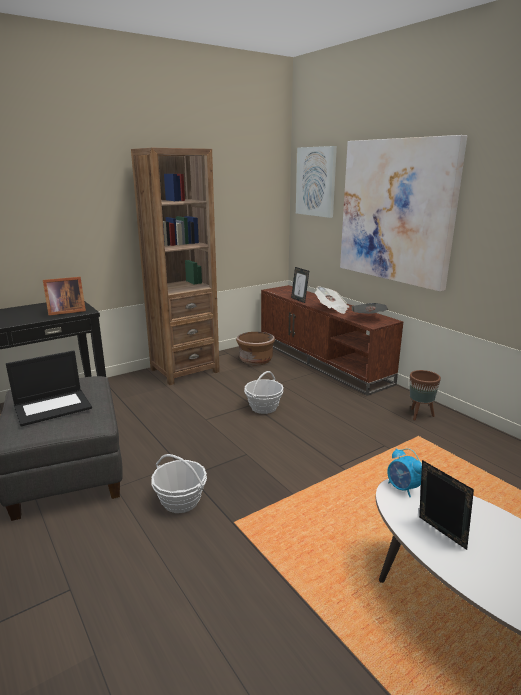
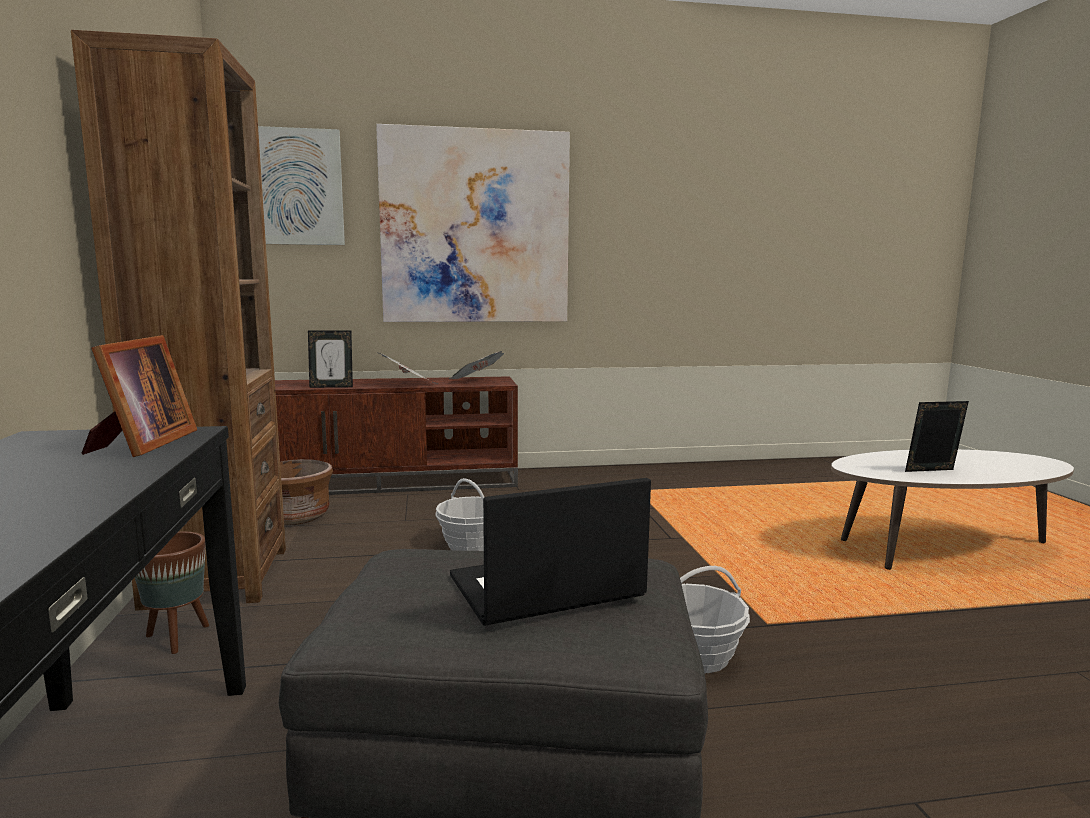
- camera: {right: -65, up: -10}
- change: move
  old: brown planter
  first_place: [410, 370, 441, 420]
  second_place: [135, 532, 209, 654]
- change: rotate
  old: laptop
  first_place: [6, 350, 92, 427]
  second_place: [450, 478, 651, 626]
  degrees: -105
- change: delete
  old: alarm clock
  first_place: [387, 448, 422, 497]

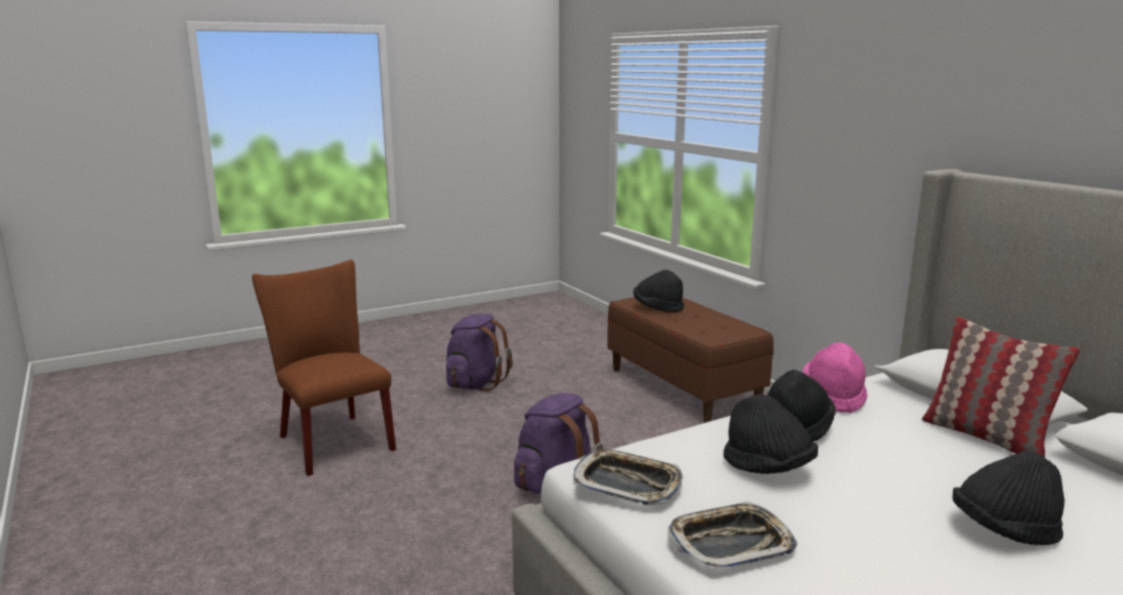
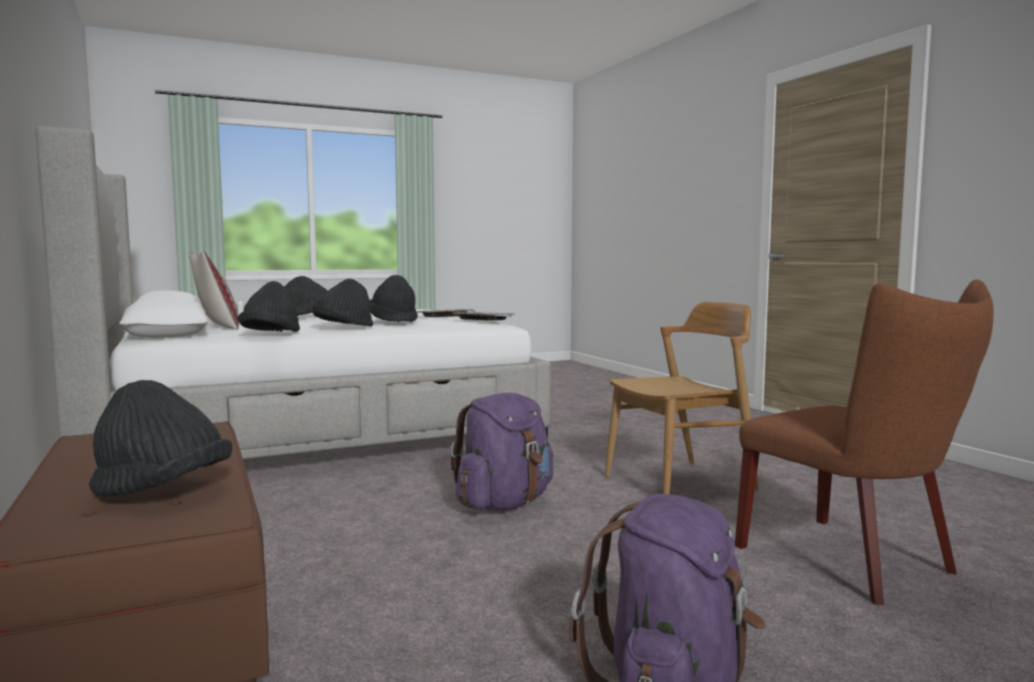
- camera: {right: -175, up: -10}
- change: recolor
  old: pink hat
  new: black hat
  first_place: [802, 343, 868, 413]
  second_place: [237, 281, 300, 332]
- change: insert
  new: brown chair
  second_place: [605, 302, 759, 494]

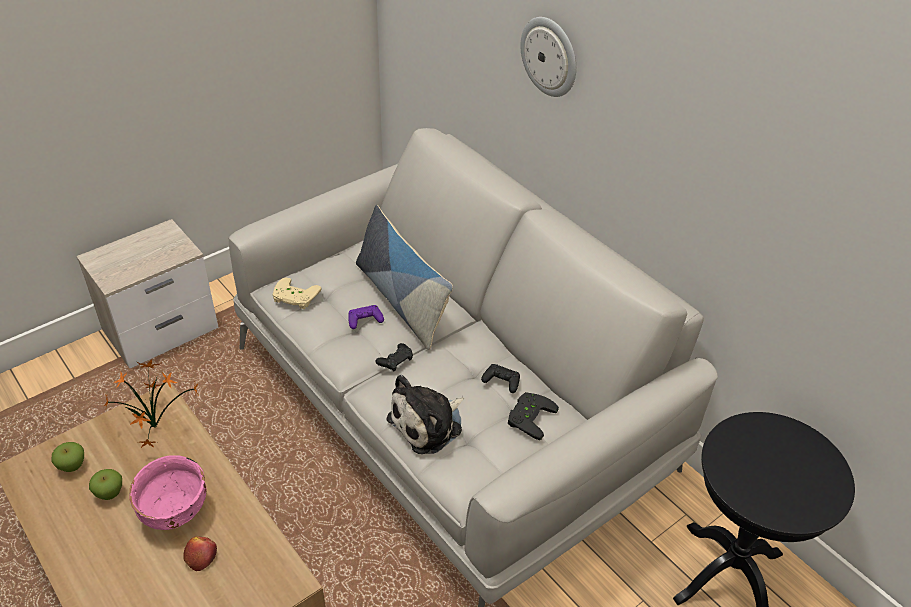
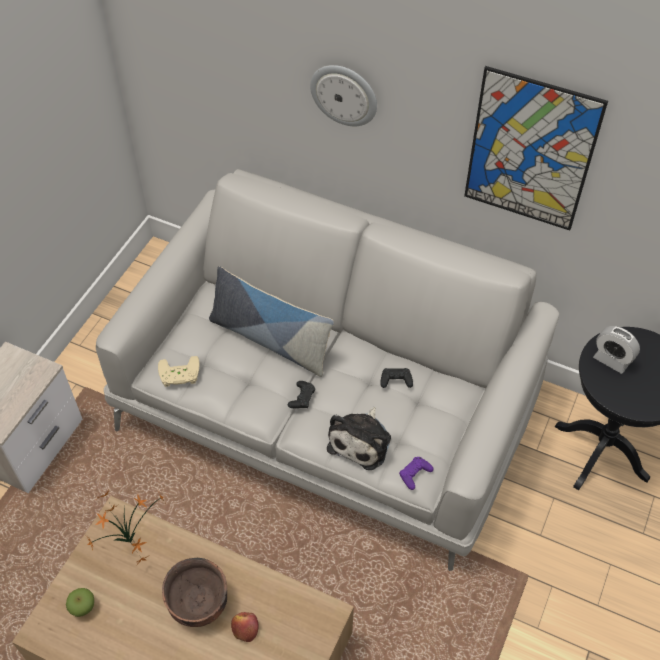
- camera: {right: -25, up: 10}
- change: recolor
  old: pink bowl
  new: brown bowl
  first_place: [129, 455, 207, 530]
  second_place: [162, 558, 227, 627]
- change: move
  old: purple game controller
  first_place: [348, 305, 384, 329]
  second_place: [399, 457, 433, 490]
- change: insert
  new: picture
  second_place: [464, 66, 608, 230]
- change: insert
  new: alarm clock
  second_place: [593, 326, 640, 374]
- change: delete
  old: apple
  first_place: [89, 469, 122, 500]
- change: delete
  old: black game controller
  first_place: [508, 392, 559, 440]

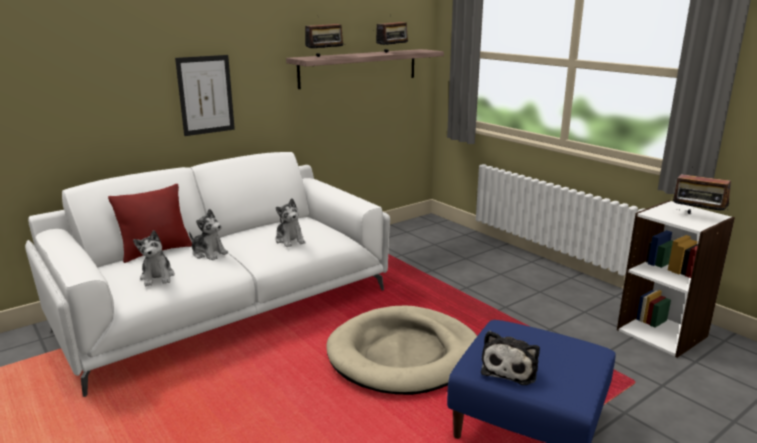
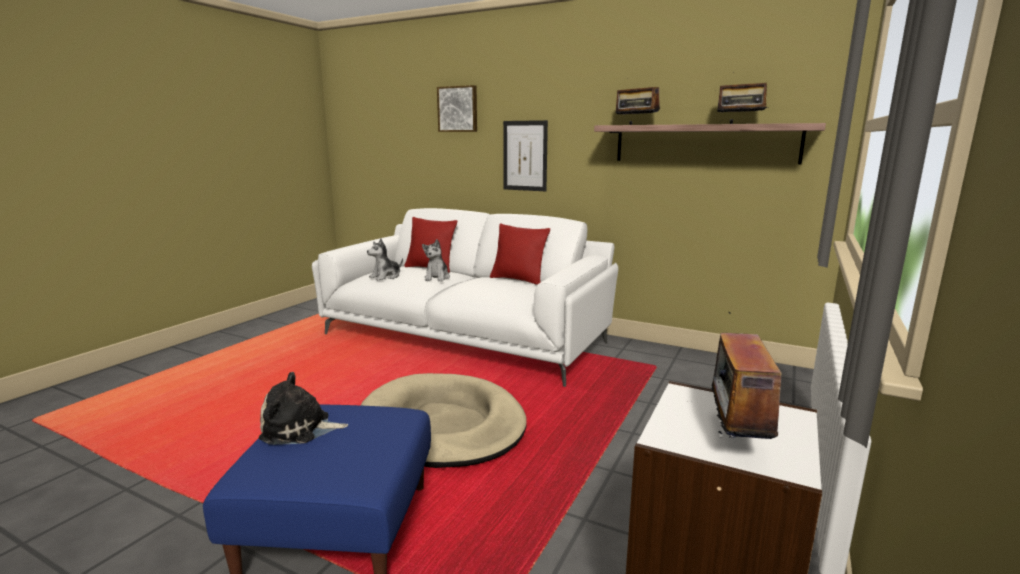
- camera: {right: 65, up: -5}
- change: insert
  new: picture
  second_place: [437, 85, 477, 132]
- change: insert
  new: red pillow
  second_place: [490, 223, 550, 285]
- change: delete
  old: plush toy
  first_place: [275, 198, 306, 247]

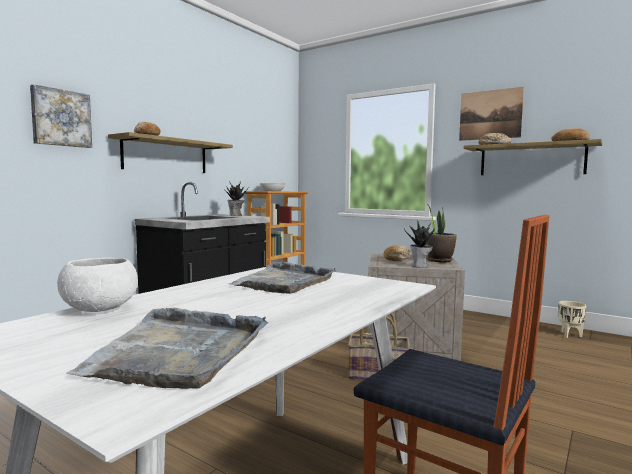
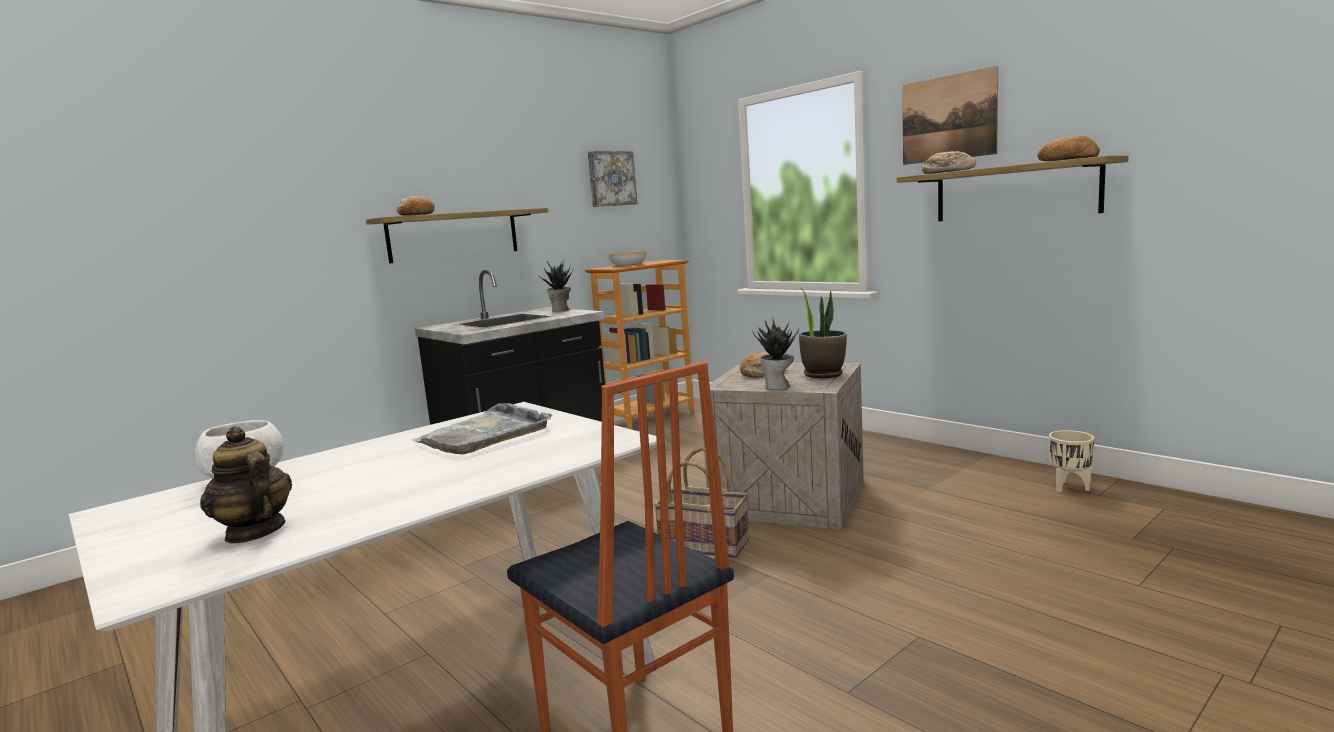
- camera: {right: 15, up: 5}
- change: replace
  old: grey tray
  new: teapot
  first_place: [66, 308, 268, 389]
  second_place: [200, 426, 292, 544]
- change: move
  old: picture
  first_place: [30, 84, 92, 148]
  second_place: [588, 151, 637, 207]

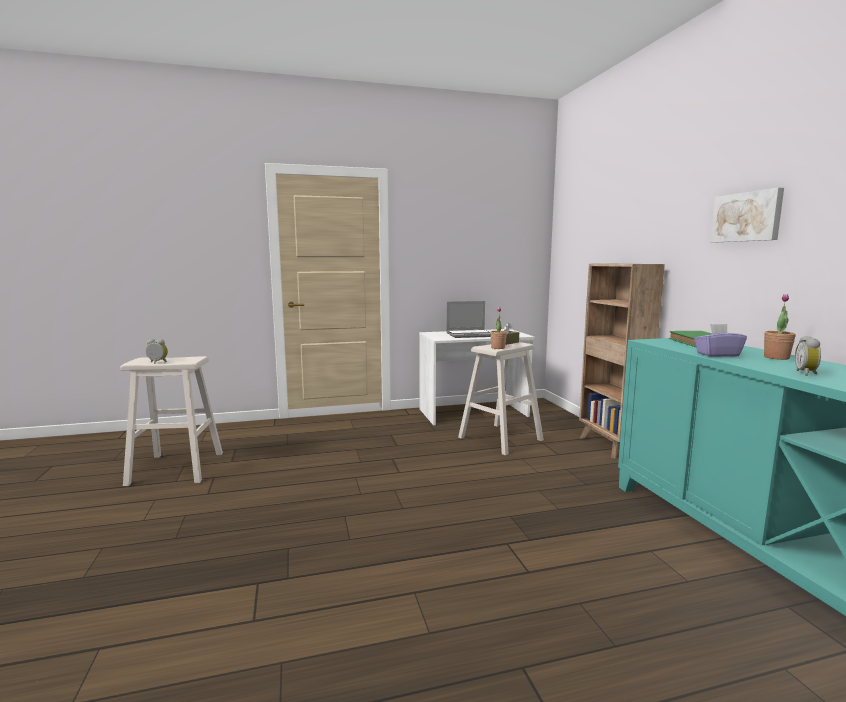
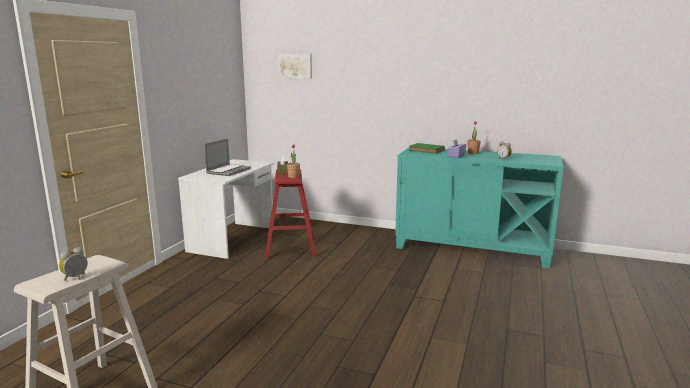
- camera: {right: -55, up: 5}
- change: recolor
  old: beige stool
  new: red stool
  first_place: [458, 342, 544, 456]
  second_place: [265, 169, 317, 259]
- change: move
  old: picture
  first_place: [710, 187, 784, 242]
  second_place: [277, 54, 312, 79]
- change: delete
  old: brown bookcase
  first_place: [579, 264, 665, 459]

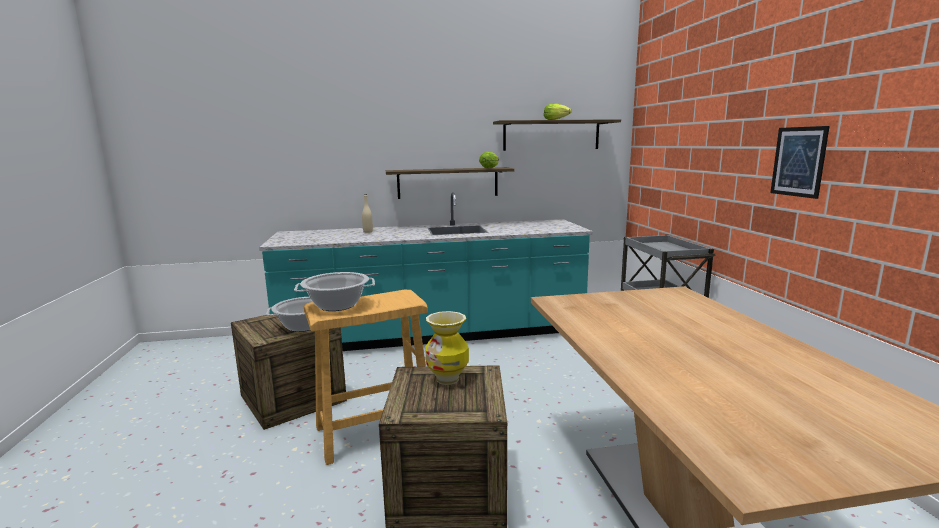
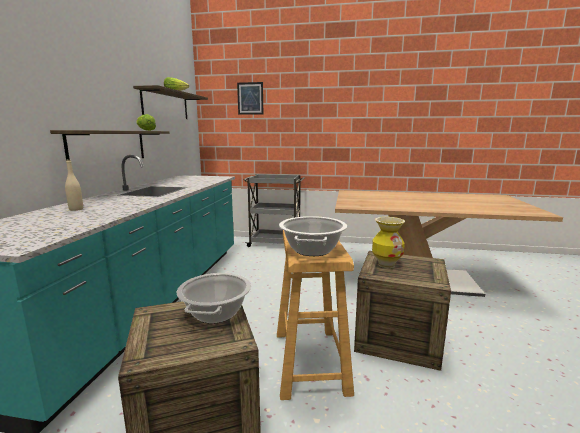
- camera: {right: -70, up: 0}
- change: move
  old: picture
  first_place: [770, 126, 830, 199]
  second_place: [237, 82, 263, 115]

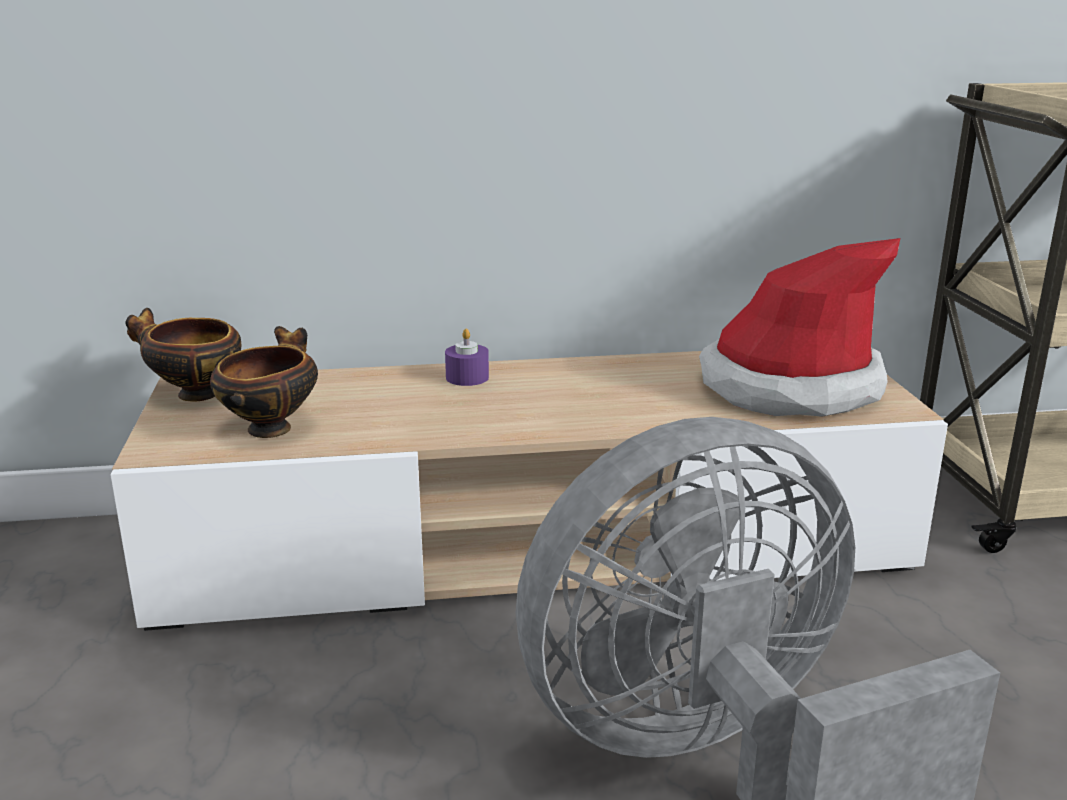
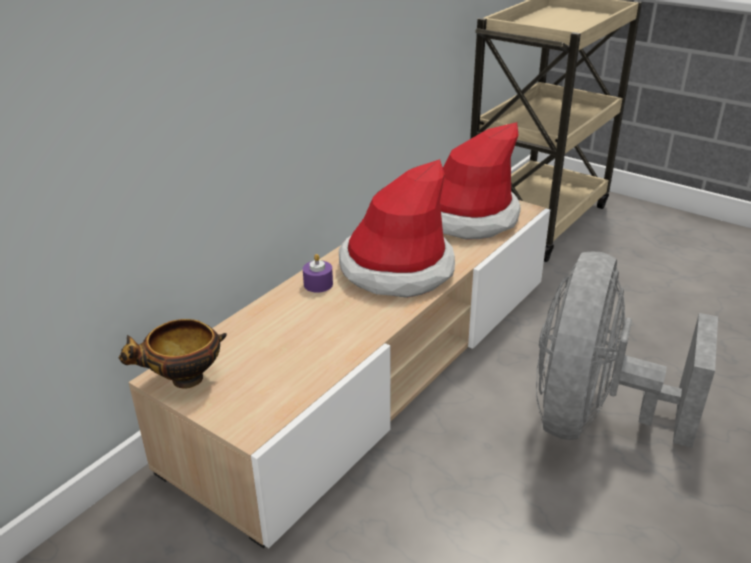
- camera: {right: -45, up: 10}
- change: insert
  new: hat
  second_place: [339, 159, 455, 298]
- change: delete
  old: bowl
  first_place: [210, 326, 318, 438]

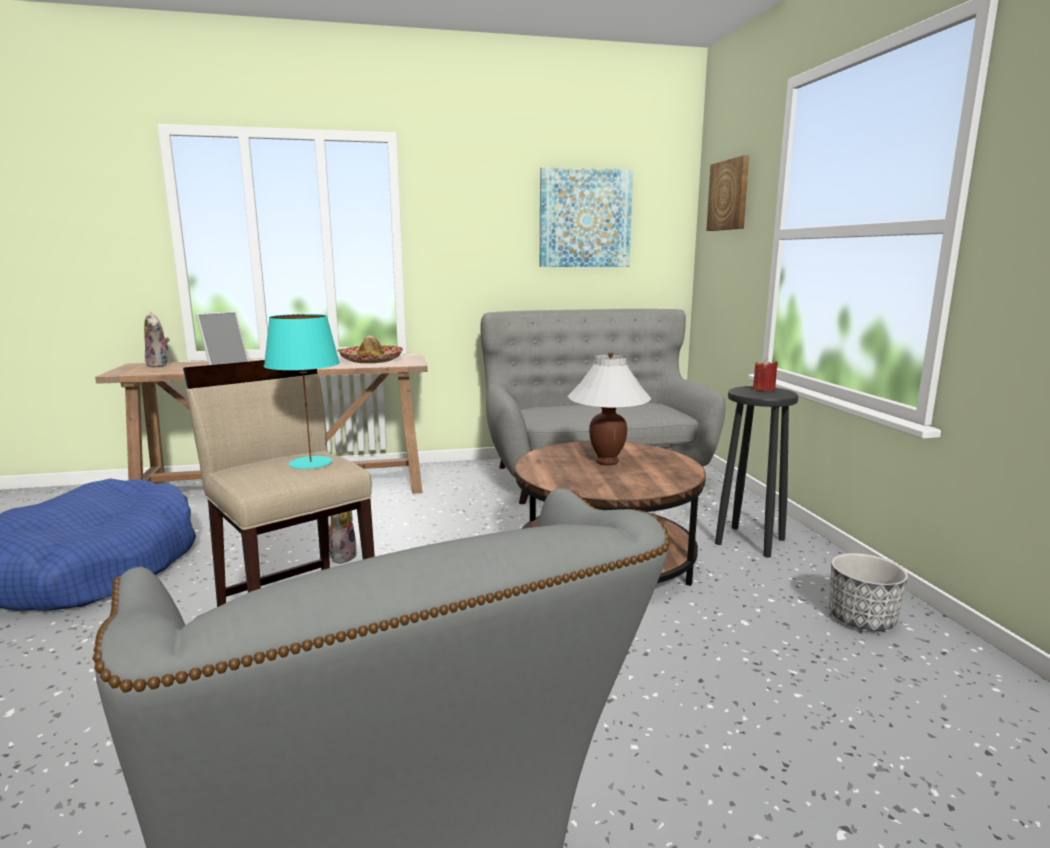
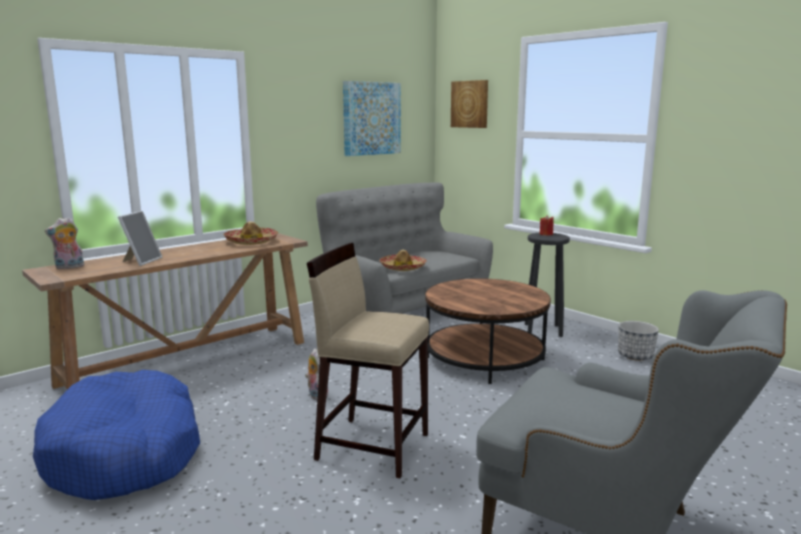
- camera: {right: -30, up: 0}
- change: rotate
  old: plush toy
  first_place: [144, 312, 170, 367]
  second_place: [45, 217, 84, 269]
  degrees: 120
- change: insert
  new: hat
  second_place: [379, 250, 427, 271]
- change: delete
  old: turquoise table lamp
  first_place: [264, 314, 340, 469]
- change: delete
  old: white table lamp
  first_place: [568, 352, 652, 466]

